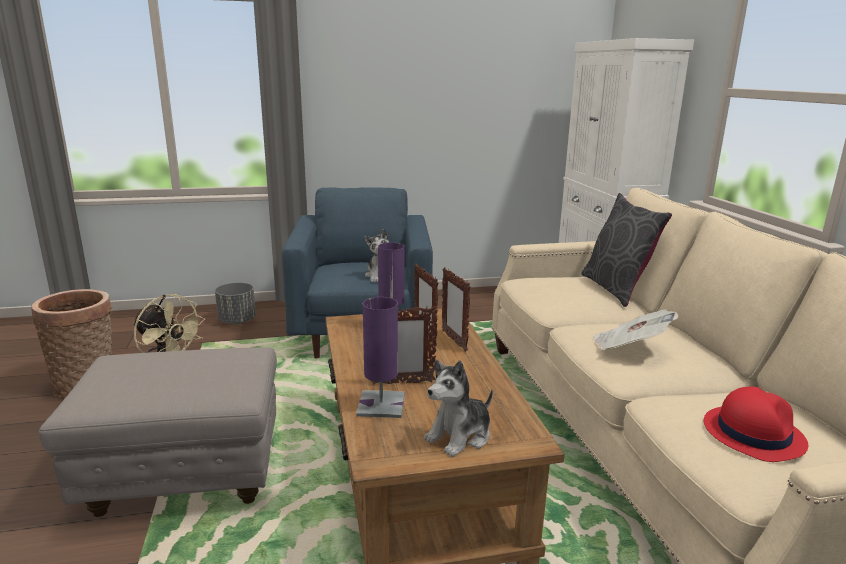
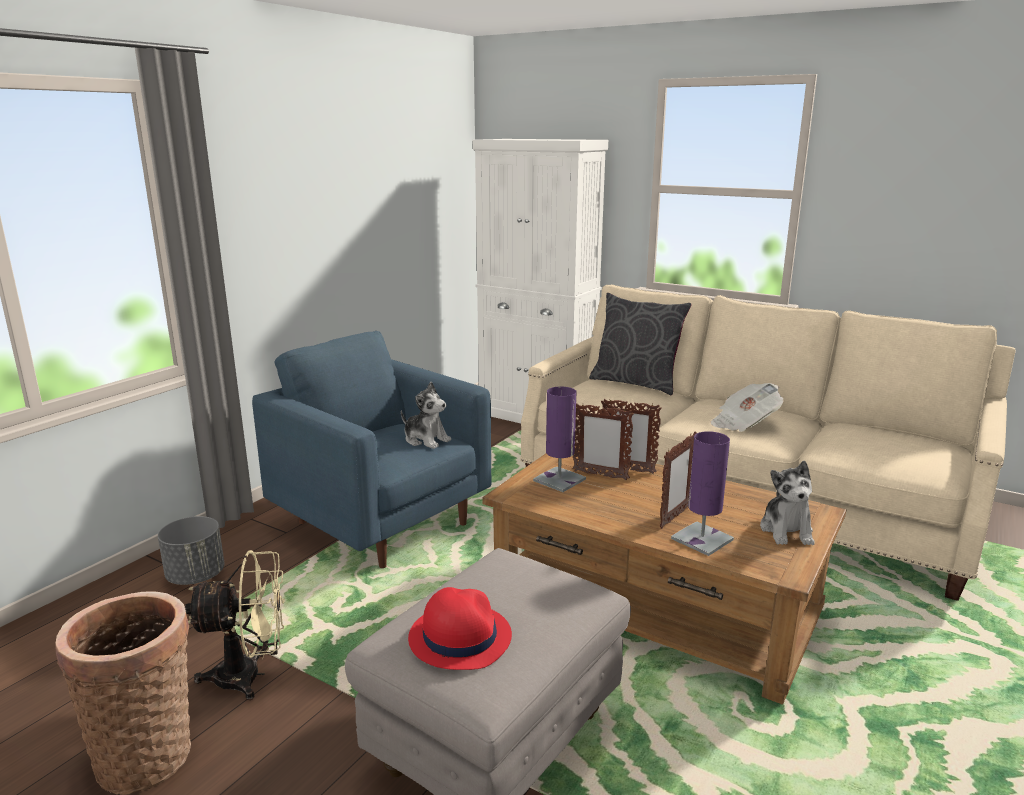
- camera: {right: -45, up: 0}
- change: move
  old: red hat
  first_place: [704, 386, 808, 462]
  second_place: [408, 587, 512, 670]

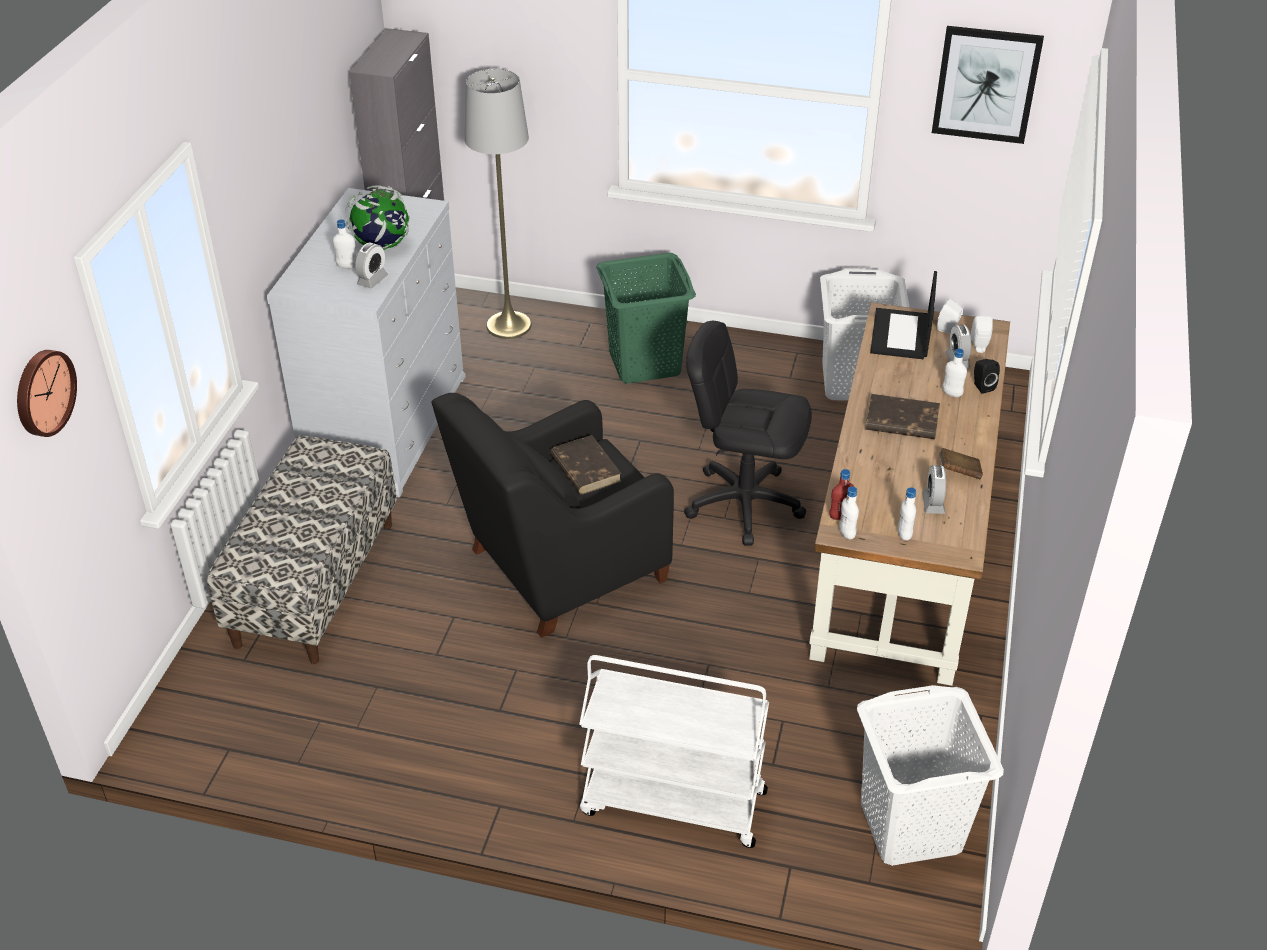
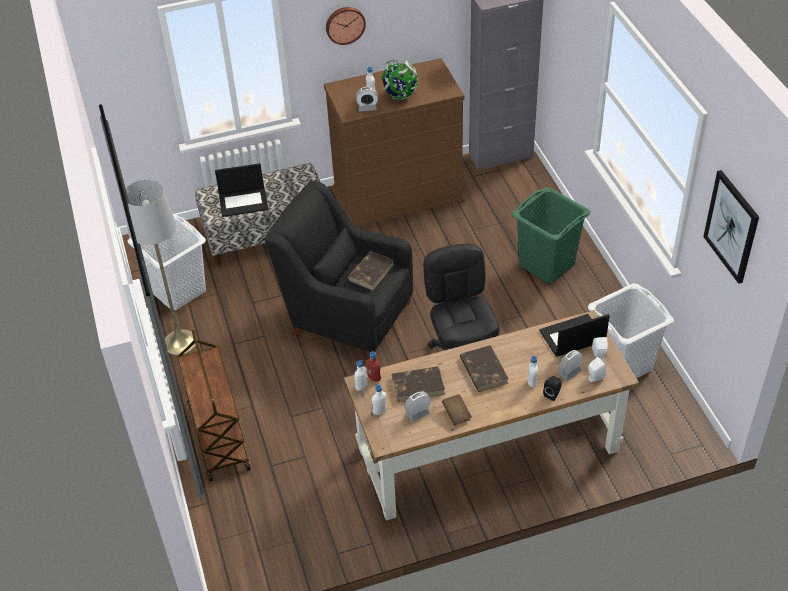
- camera: {right: 60, up: 5}
- change: move
  old: grey floor lamp
  first_place: [465, 69, 532, 339]
  second_place: [126, 180, 197, 356]
- change: move
  old: white laundry basket
  first_place: [857, 685, 1004, 866]
  second_place: [128, 214, 206, 310]
- change: recolor
  old: white cart
  new: brown cart
  first_place: [579, 655, 769, 848]
  second_place: [177, 330, 250, 482]
- change: insert
  new: laptop
  second_place: [215, 163, 268, 217]
- change: recolor
  old: white dresser
  new: brown dresser
  first_place: [267, 188, 466, 498]
  second_place: [324, 58, 465, 227]
- change: move
  old: wall clock
  first_place: [17, 350, 77, 437]
  second_place: [326, 7, 366, 45]
- change: insert
  new: brown book
  second_place: [392, 366, 445, 402]

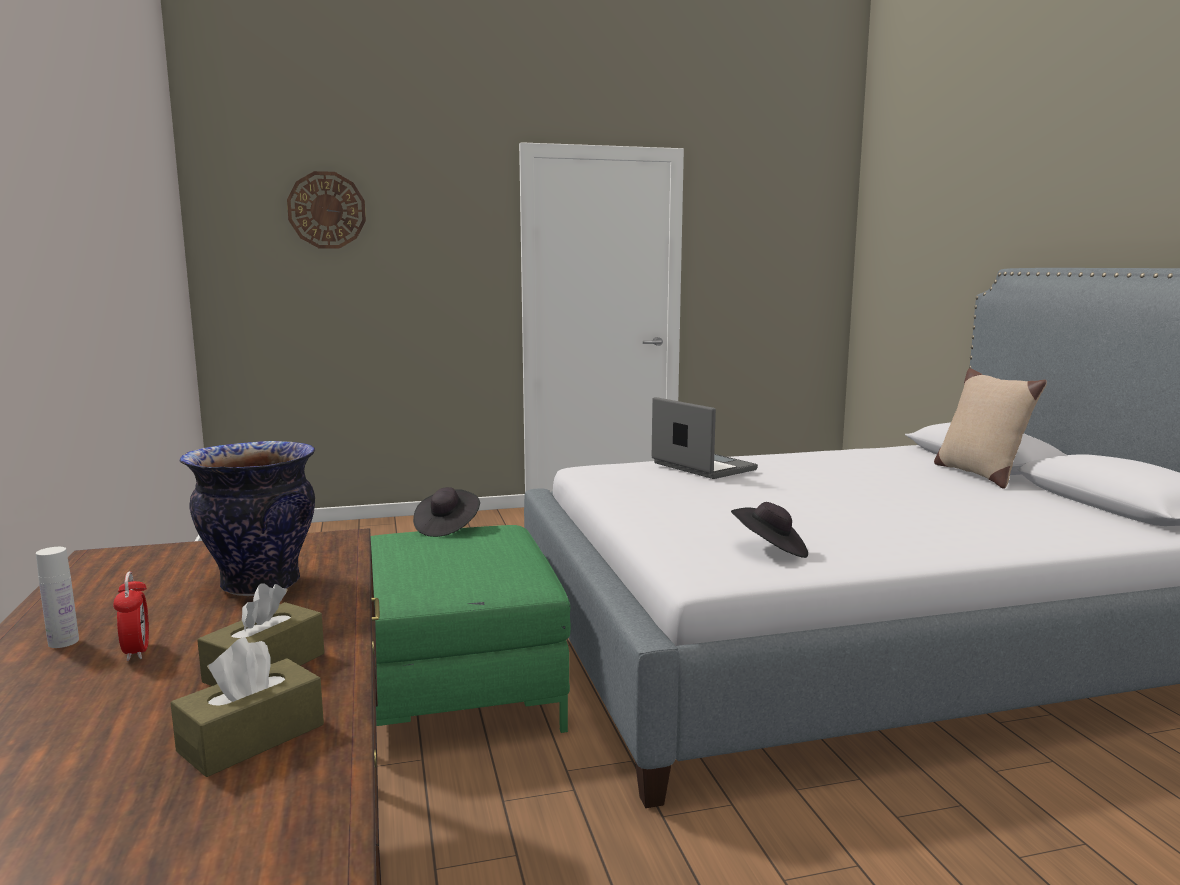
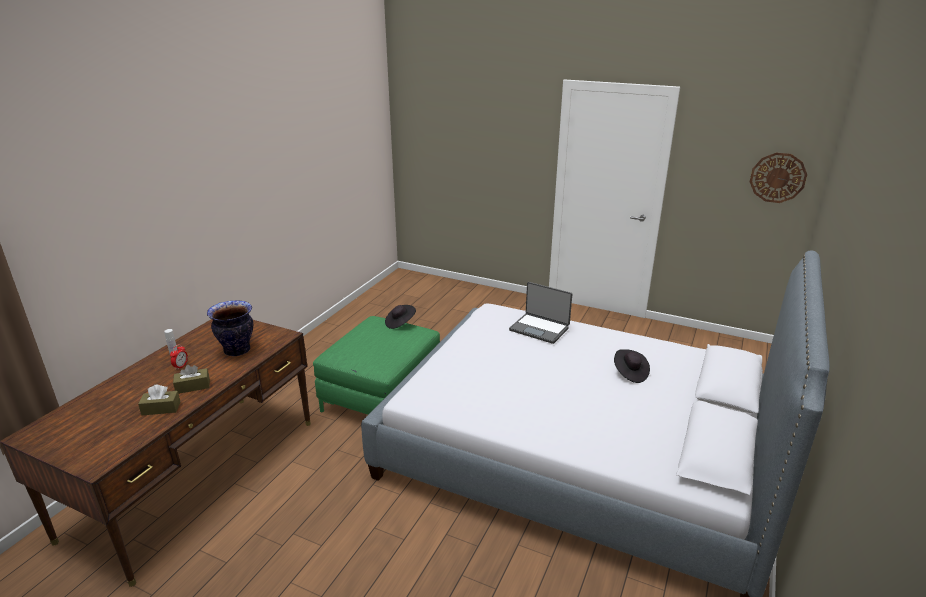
- camera: {right: 40, up: 15}
- change: rotate
  old: laptop
  first_place: [652, 397, 758, 479]
  second_place: [509, 282, 572, 344]
  degrees: 120
- change: move
  old: black hat
  first_place: [731, 502, 808, 558]
  second_place: [614, 349, 650, 383]
- change: move
  old: wall clock
  first_place: [287, 171, 366, 249]
  second_place: [750, 153, 807, 203]
- change: delete
  old: beige pillow
  first_place: [934, 368, 1047, 489]

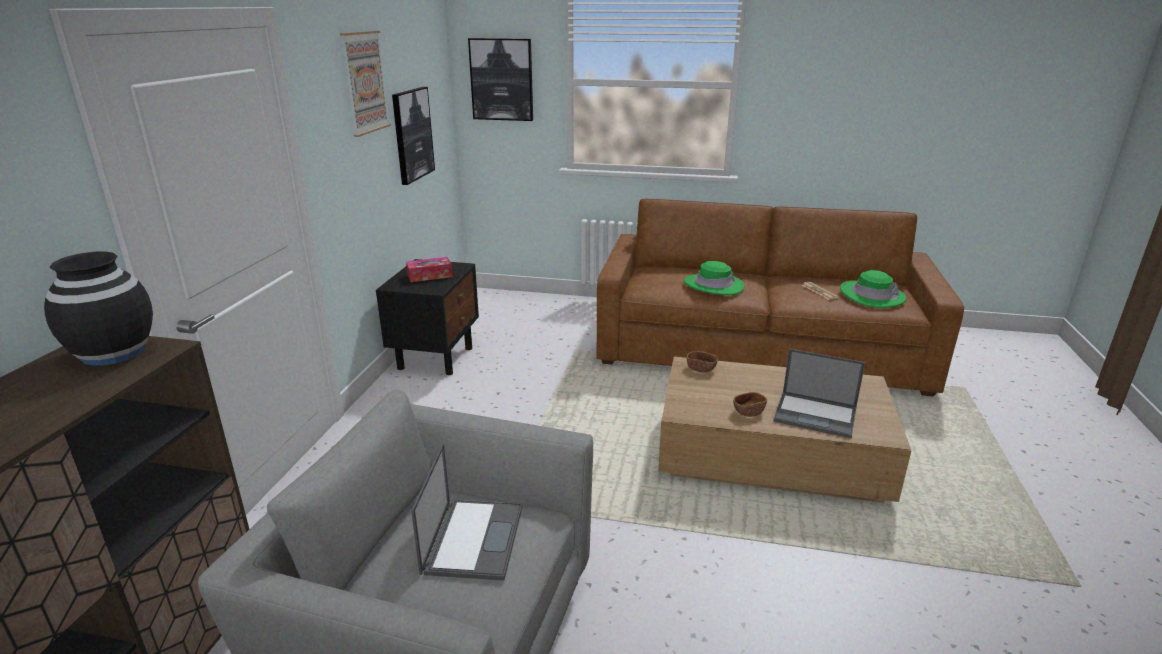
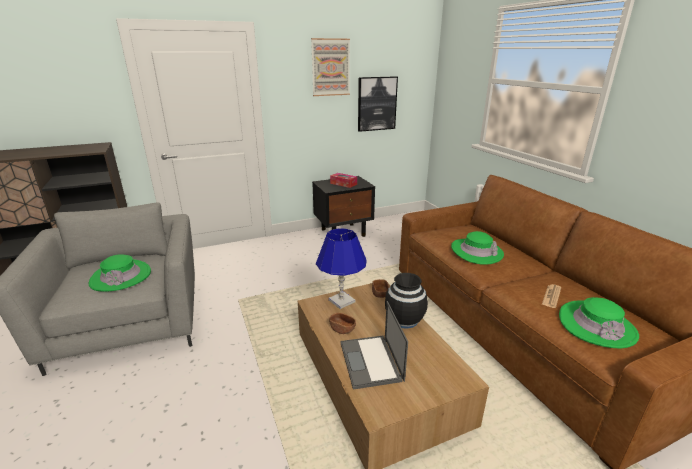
- camera: {right: 55, up: 0}
- change: replace
  old: laptop
  new: green hat
  first_place: [411, 444, 522, 580]
  second_place: [89, 254, 151, 292]
- change: insert
  new: blue table lamp
  second_place: [316, 228, 367, 309]
- change: move
  old: black vase
  first_place: [44, 252, 153, 366]
  second_place: [385, 273, 428, 329]
- change: delete
  old: picture
  first_place: [468, 38, 533, 121]

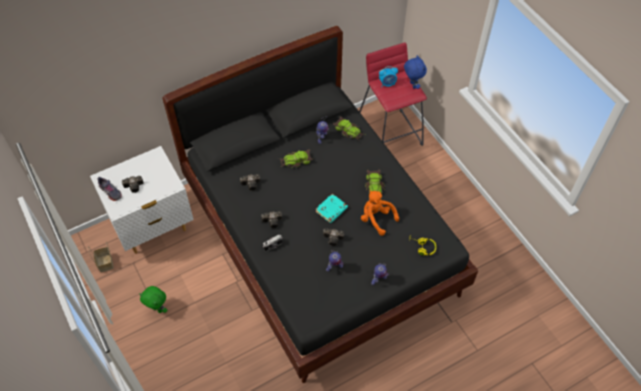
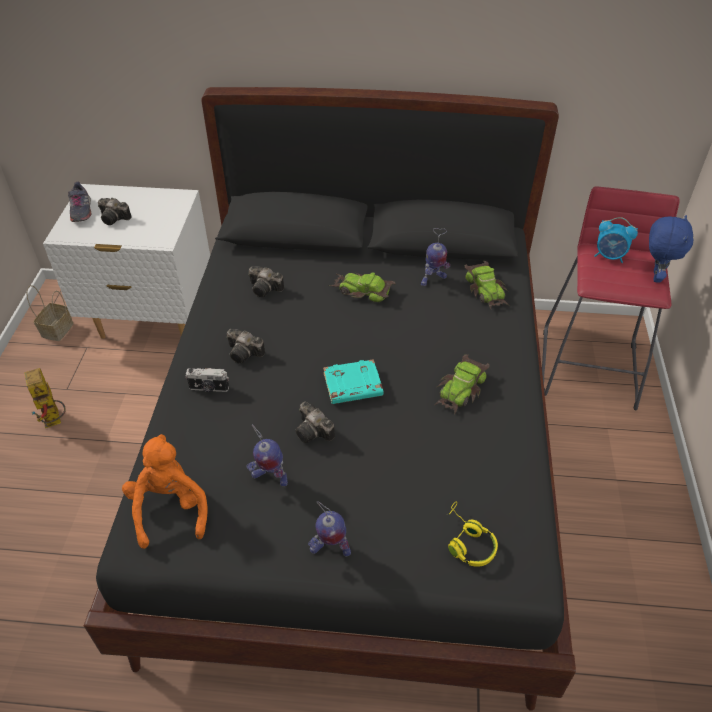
- camera: {right: 35, up: -10}
- change: replace
  old: green plush toy
  new: toy robot
  first_place: [139, 286, 167, 313]
  second_place: [24, 368, 66, 428]
- change: move
  old: orange plush toy
  first_place: [361, 190, 399, 236]
  second_place: [122, 434, 208, 549]

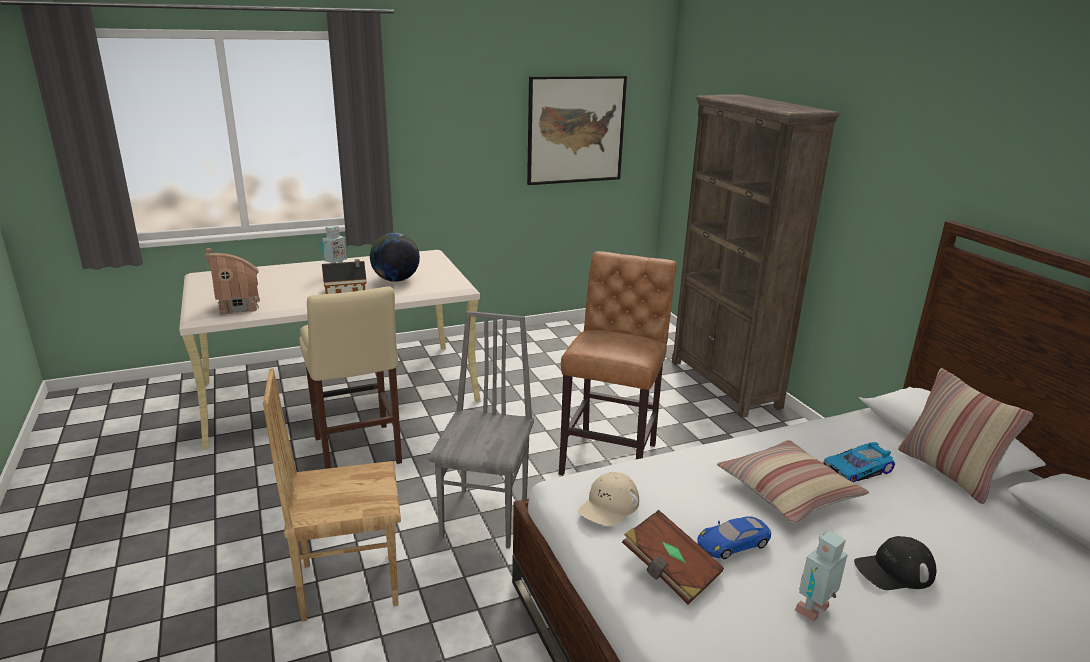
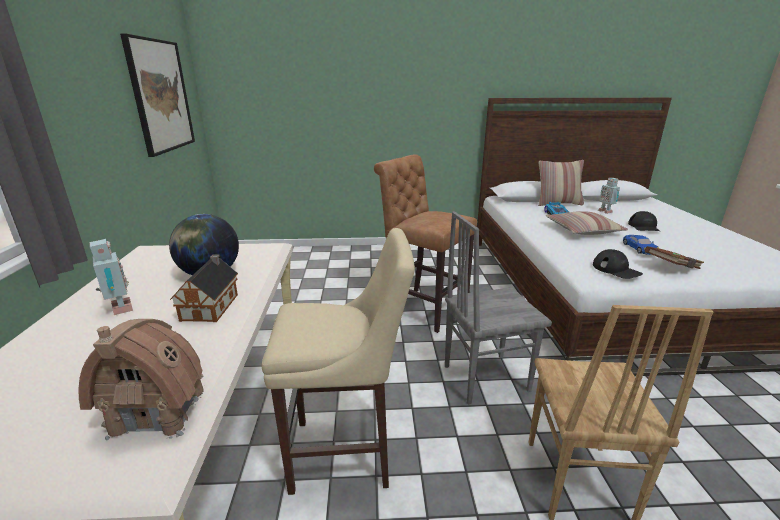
- camera: {right: -70, up: 0}
- change: rotate
  old: grey chair
  first_place: [428, 311, 534, 549]
  second_place: [445, 211, 552, 404]
  degrees: -45
- change: recolor
  old: beige cap
  new: black cap
  first_place: [578, 472, 639, 527]
  second_place: [593, 249, 643, 279]
- change: move
  old: toy robot
  first_place: [795, 531, 848, 622]
  second_place: [598, 178, 620, 214]
- change: delete
  old: brown bookcase
  first_place: [672, 94, 840, 418]

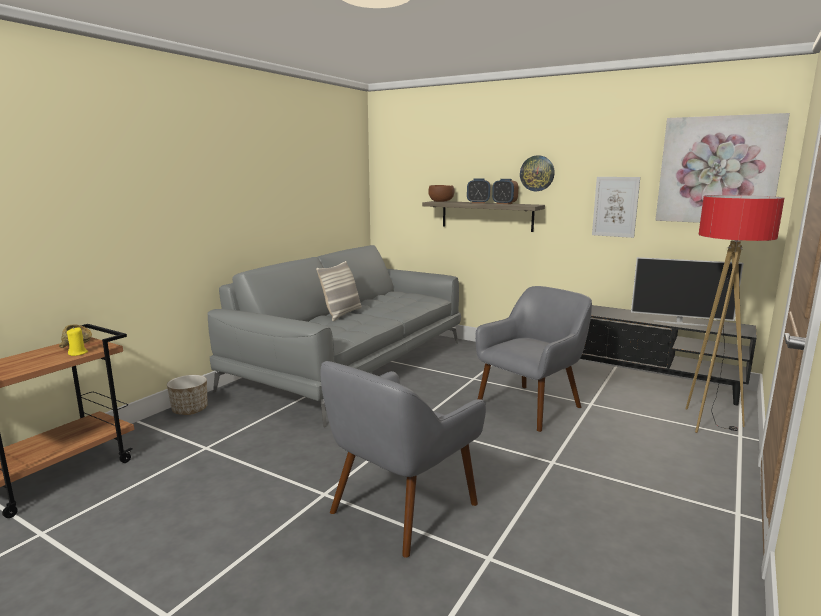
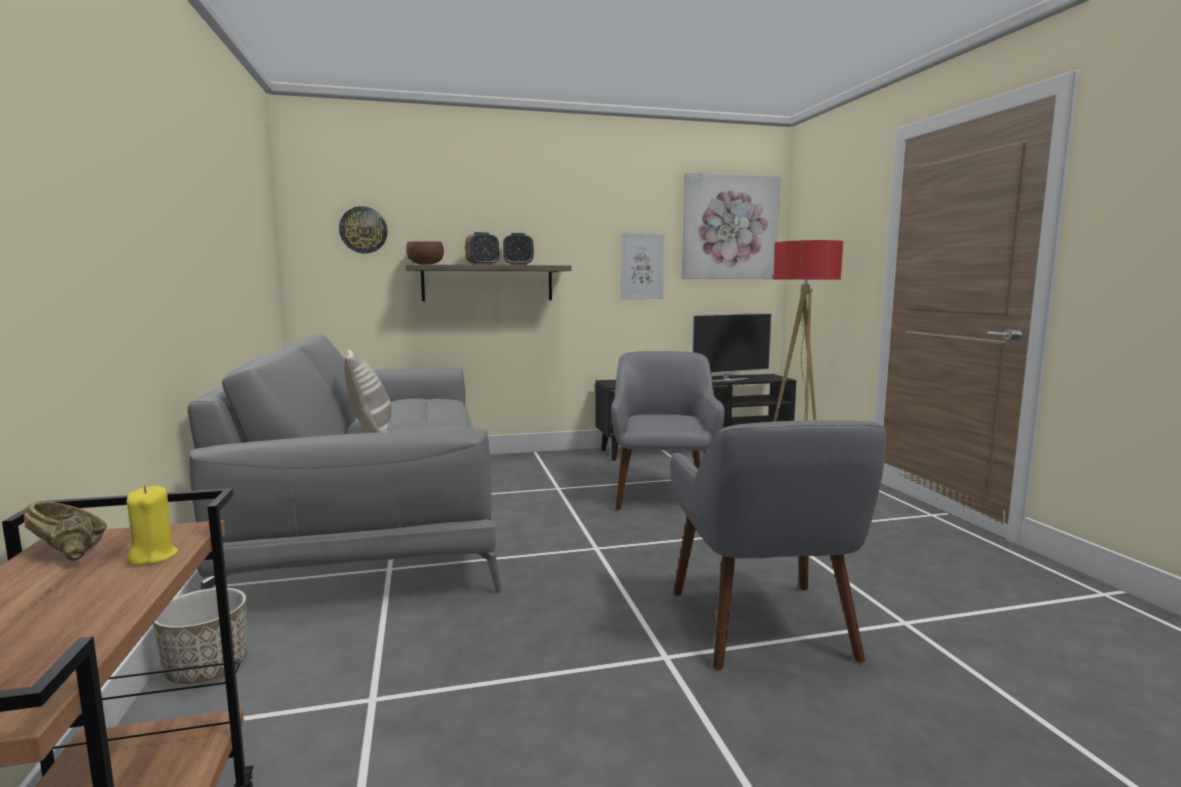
- camera: {right: -45, up: -5}
- change: move
  old: wall clock
  first_place: [520, 155, 555, 191]
  second_place: [339, 206, 387, 253]

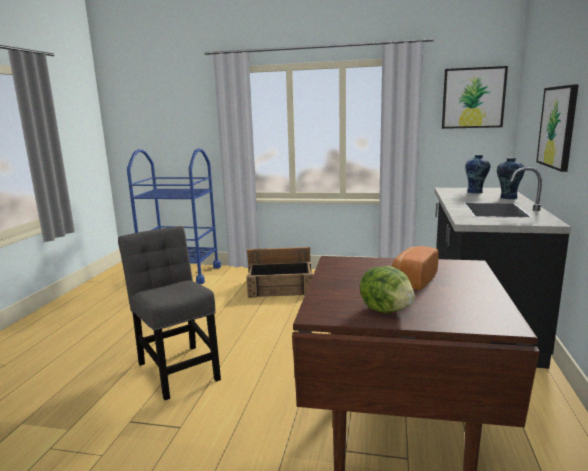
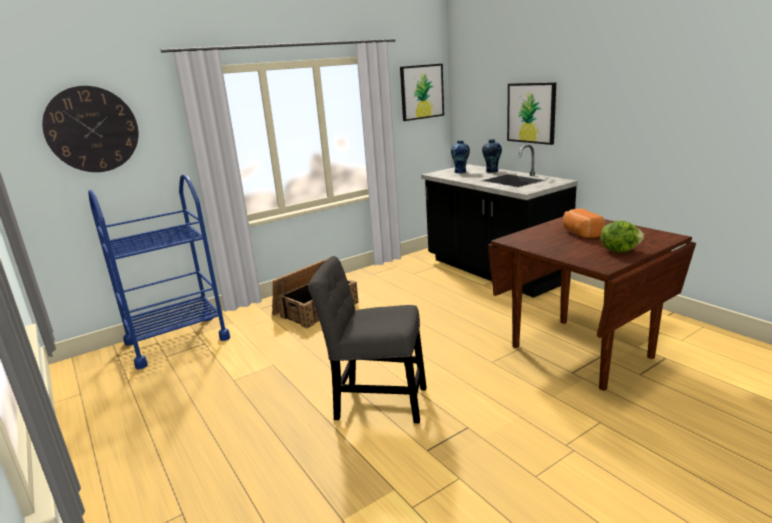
- camera: {right: -45, up: 5}
- change: insert
  new: wall clock
  second_place: [42, 86, 138, 172]

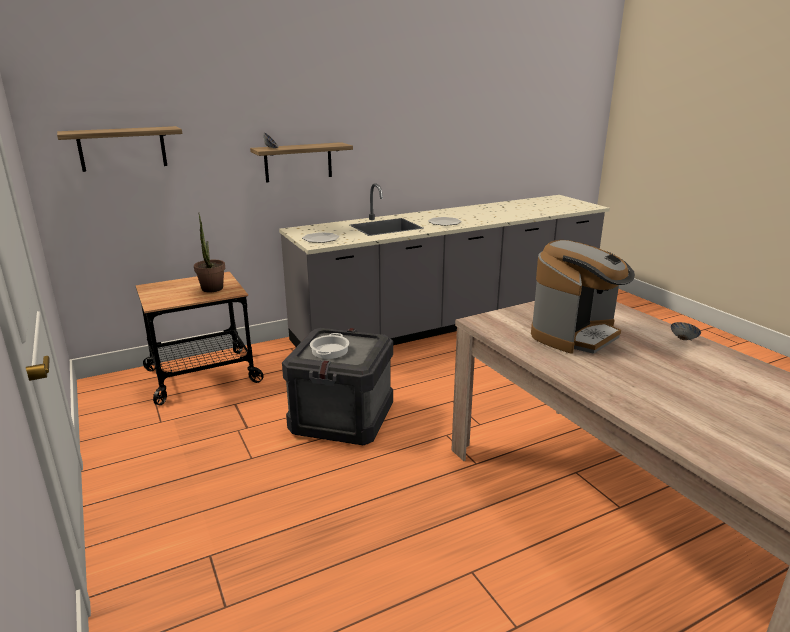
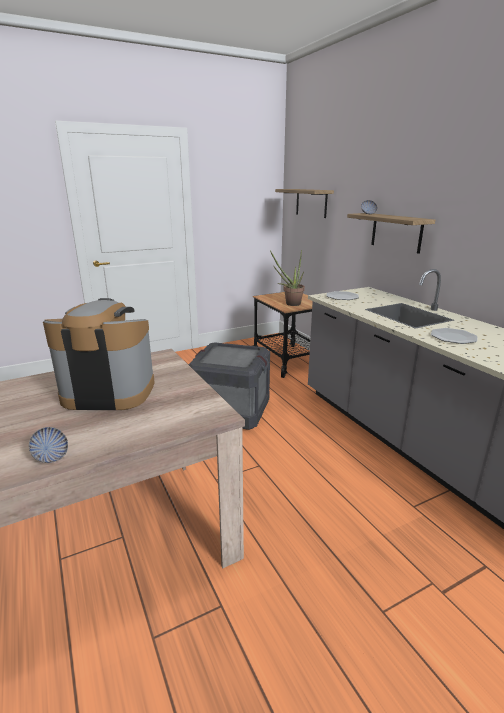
- camera: {right: 90, up: 0}
- change: rotate
  old: coffee machine
  first_place: [531, 240, 635, 354]
  second_place: [43, 298, 155, 410]
  degrees: 135
- change: delete
  old: cooking pot
  first_place: [310, 333, 349, 359]

